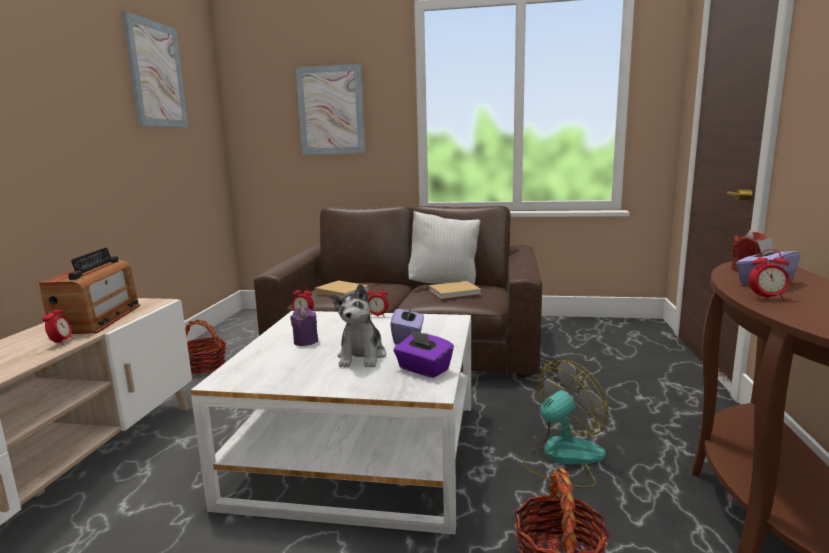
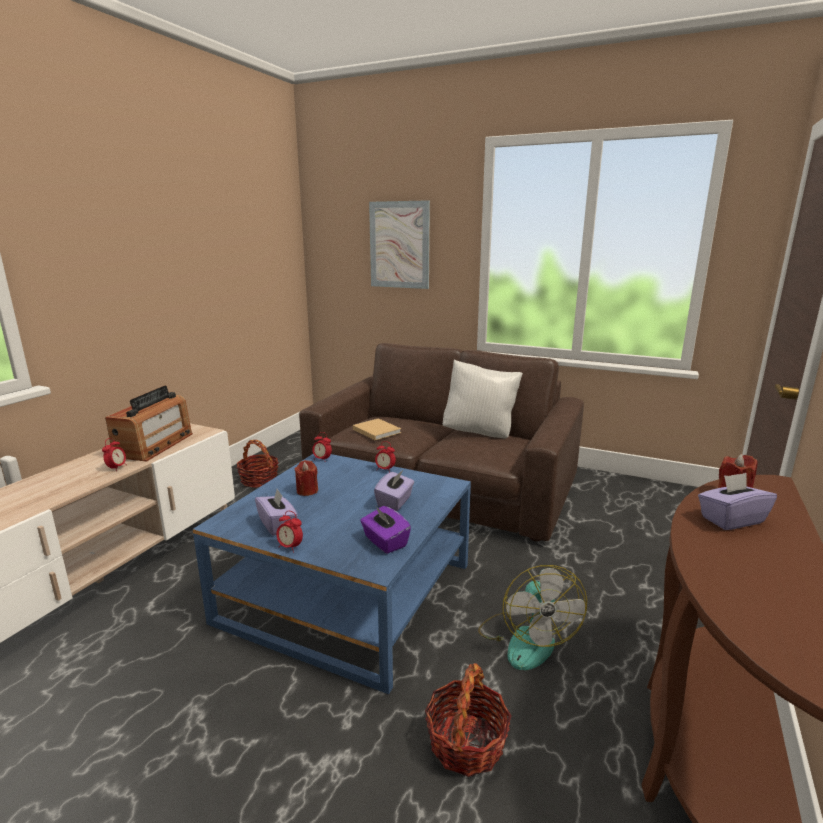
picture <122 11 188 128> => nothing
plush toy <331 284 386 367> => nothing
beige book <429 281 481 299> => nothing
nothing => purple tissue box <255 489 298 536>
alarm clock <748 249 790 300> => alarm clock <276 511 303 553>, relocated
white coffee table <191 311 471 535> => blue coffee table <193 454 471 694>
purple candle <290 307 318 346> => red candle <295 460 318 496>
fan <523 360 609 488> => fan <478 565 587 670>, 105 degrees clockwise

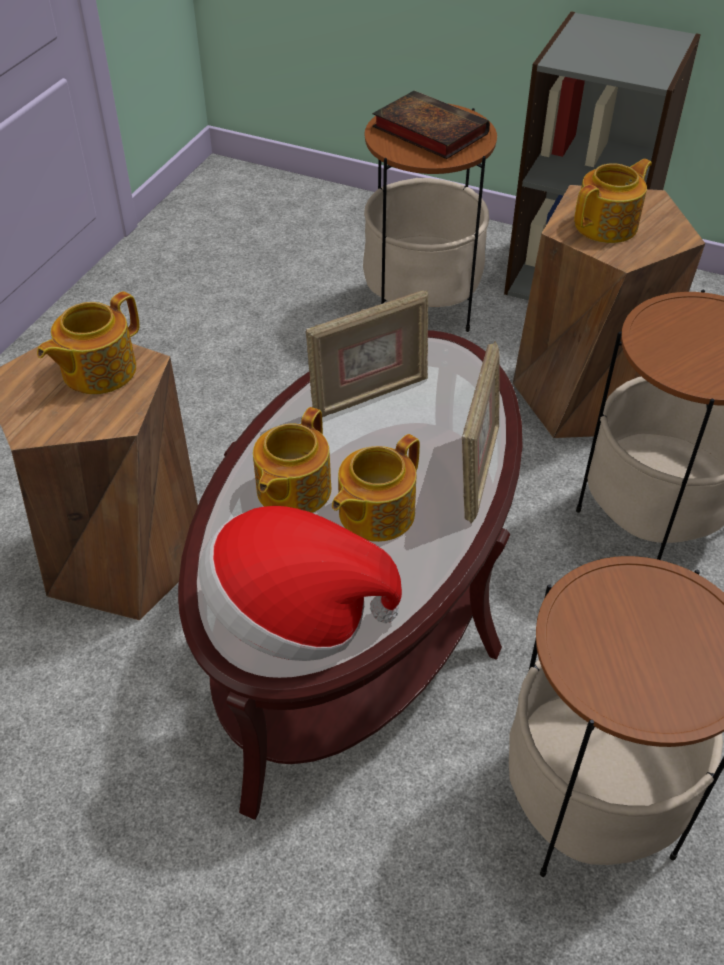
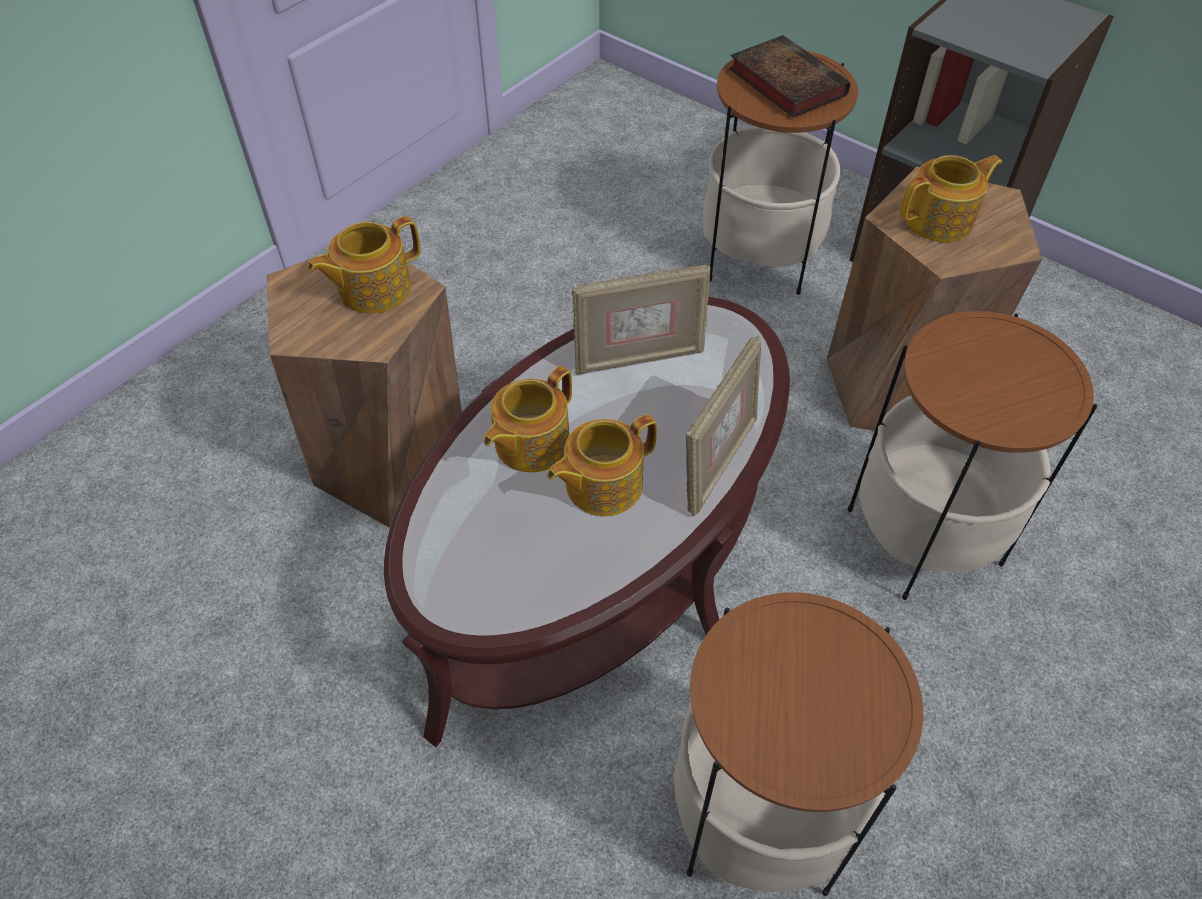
hat <199 506 402 661> => nothing

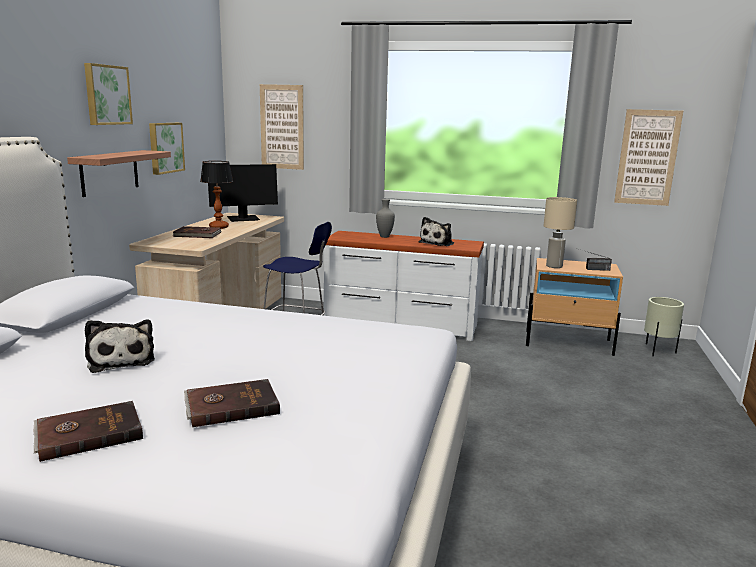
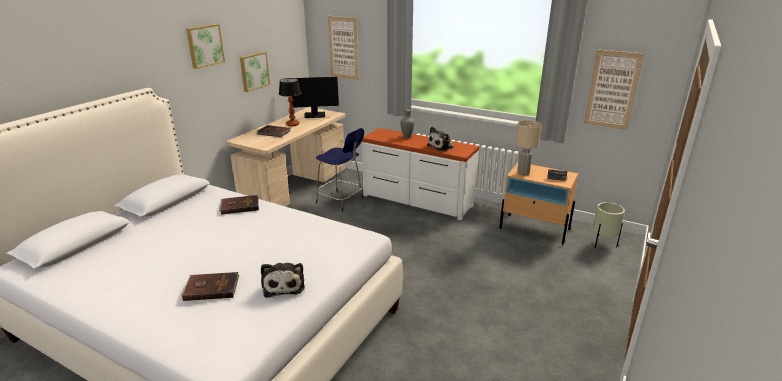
shelf <67 150 171 197> => nothing
brown book <33 401 143 462> => brown book <220 195 259 215>, relocated
plush toy <85 319 155 373> => plush toy <261 263 305 298>, relocated

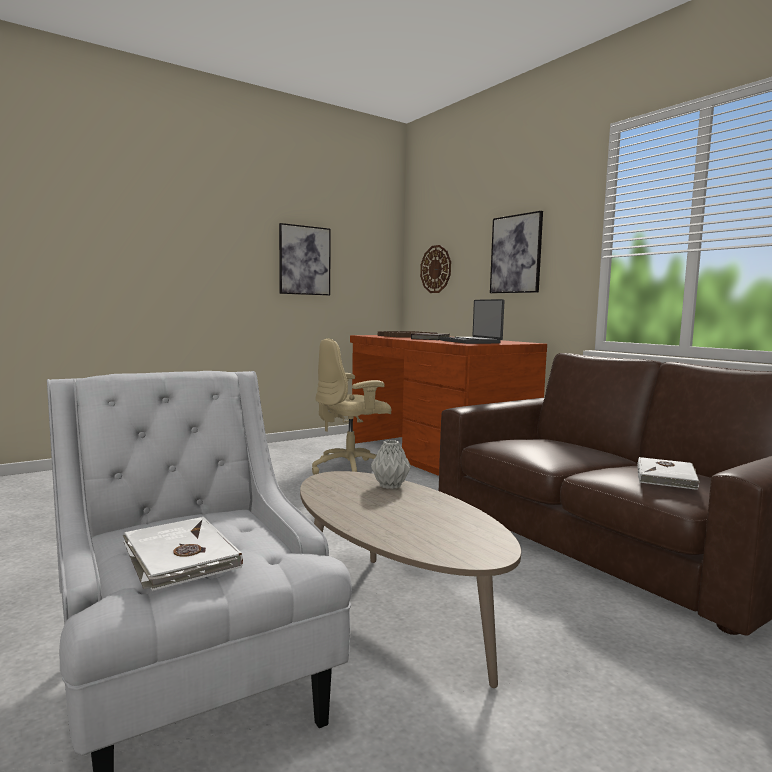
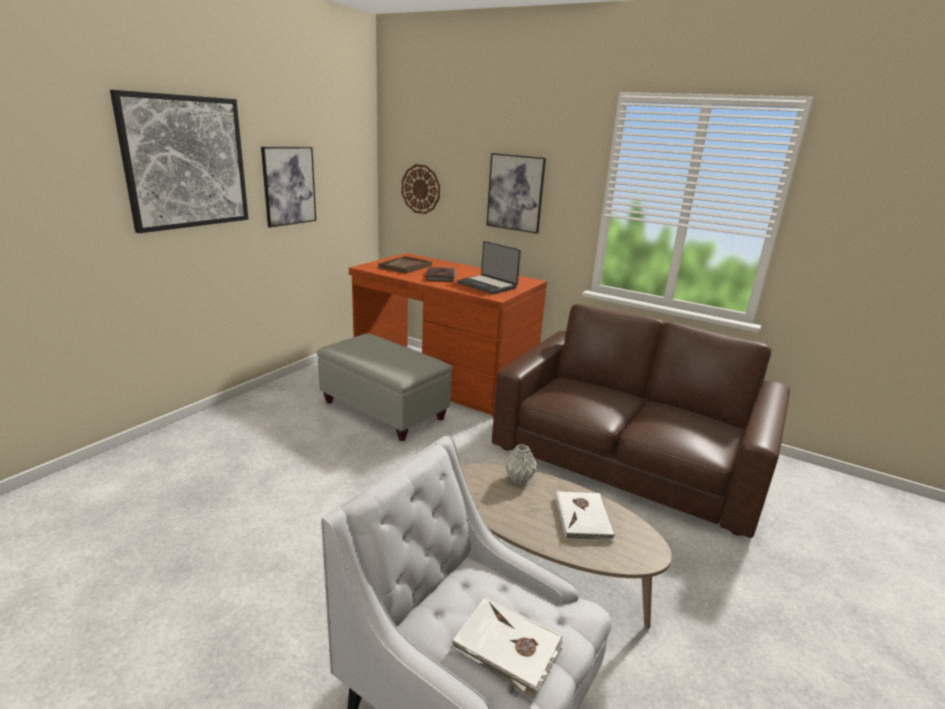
nothing => picture <110 90 248 233>
white book <637 457 700 490> => white book <555 491 615 541>, relocated
beige office chair <312 338 391 475> => grey ottoman <317 333 453 441>

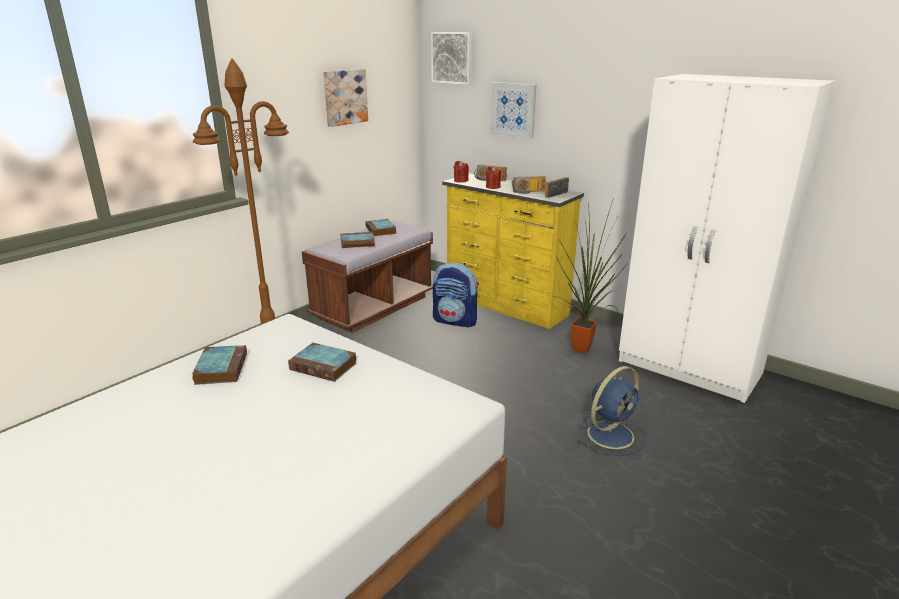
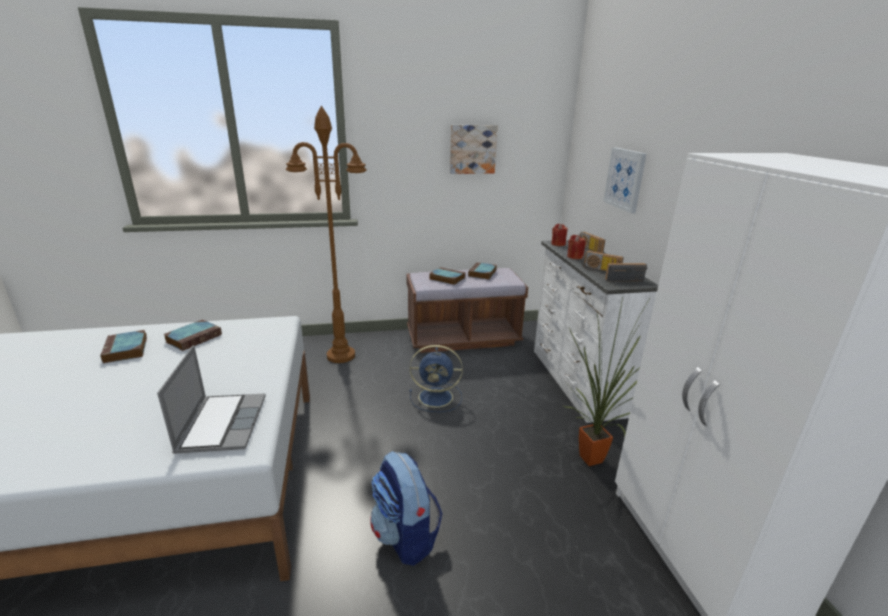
picture <431 32 472 85> => nothing
nothing => laptop <157 345 266 454>
book <288 343 356 382> => book <100 330 147 363>, relocated
backpack <433 263 479 328> => backpack <370 451 443 566>, relocated
blue fan <578 366 646 456> => blue fan <410 345 463 412>, relocated
yellow dresser <442 173 584 329> => white dresser <534 240 658 423>

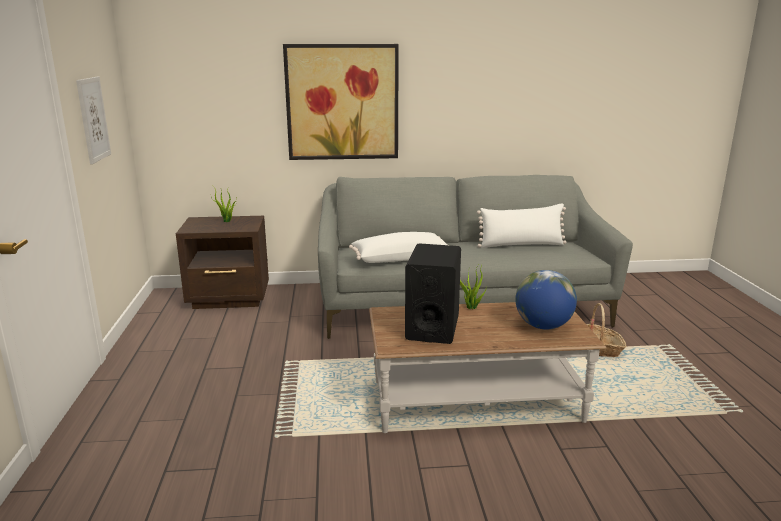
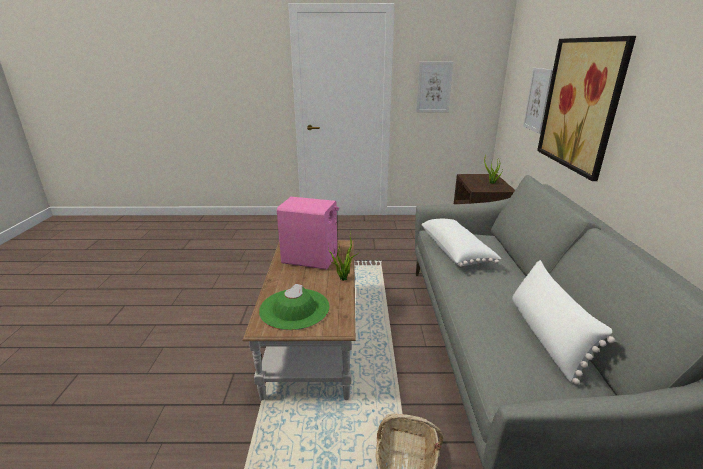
nothing => picture <523 68 553 134>
globe <515 270 577 330> => green hat <259 284 330 330>
black speaker <405 243 461 344> => pink speaker <277 197 339 270>

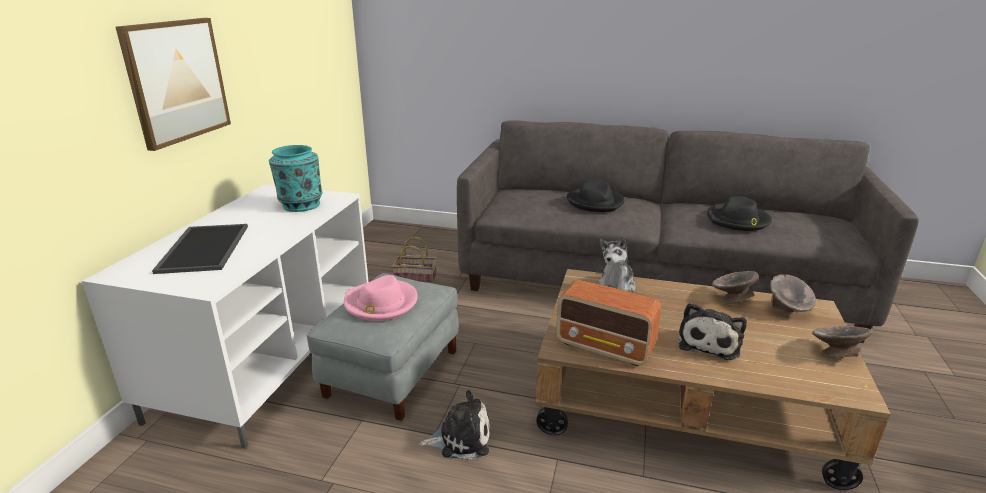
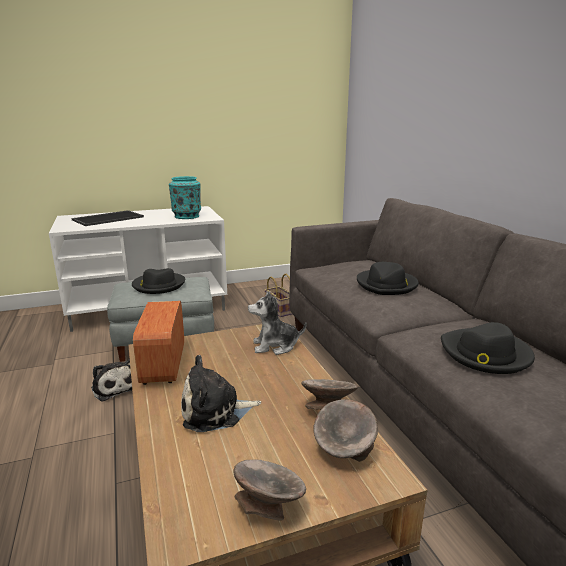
picture <116 18 231 151> => nothing
pink hat <344 275 417 321> => black hat <132 268 185 294>

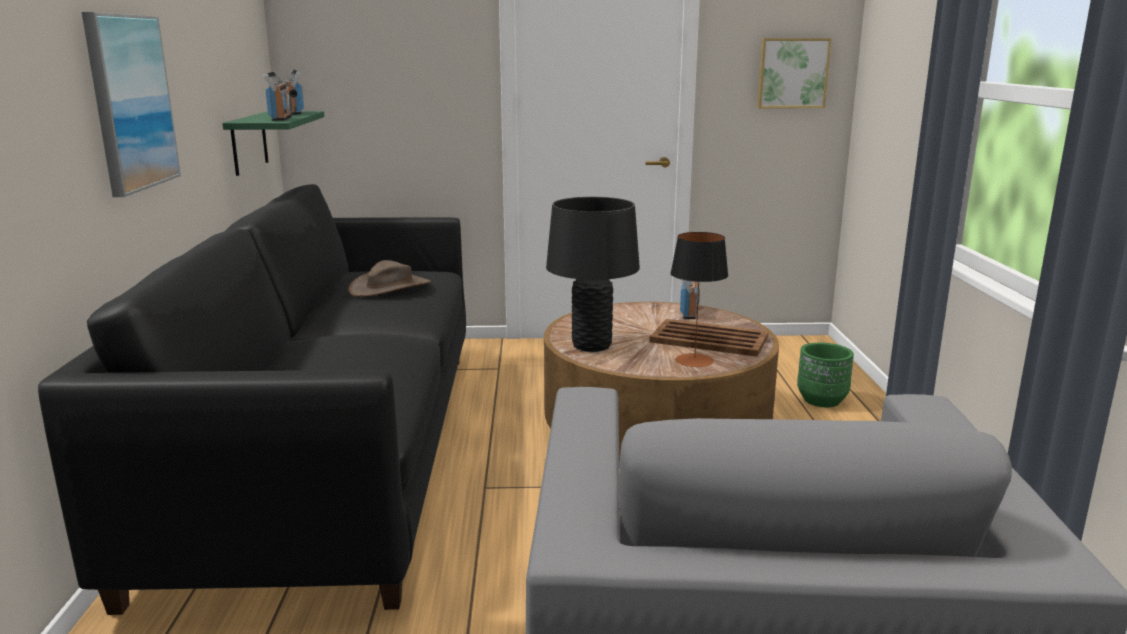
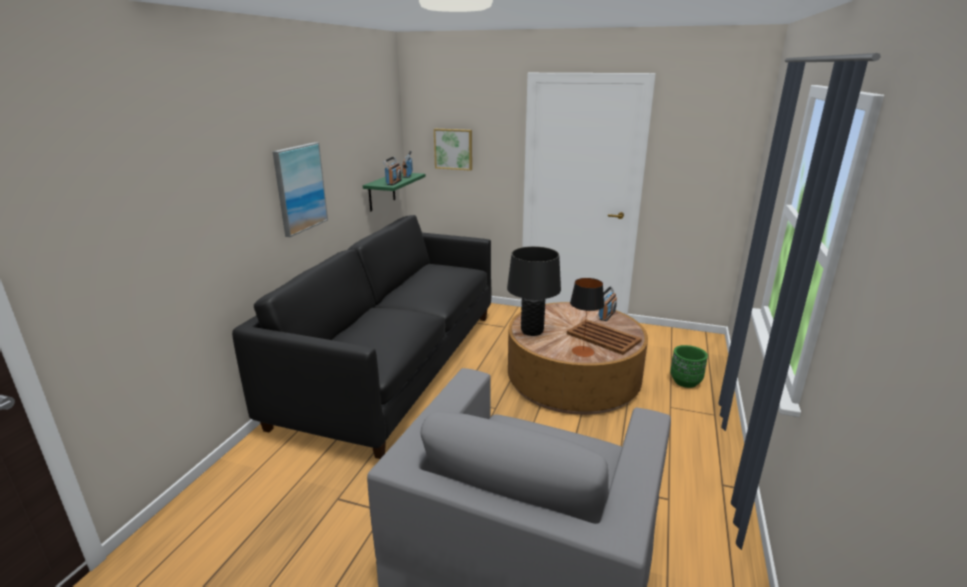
brown hat <348 260 431 297> => nothing
picture <757 38 832 108> => picture <434 129 472 171>, relocated

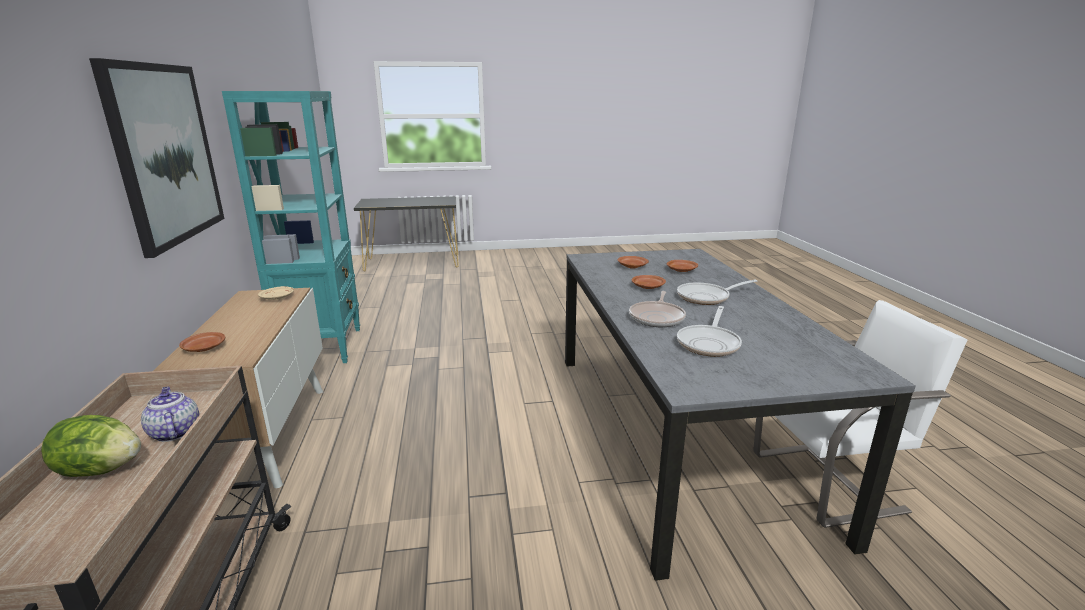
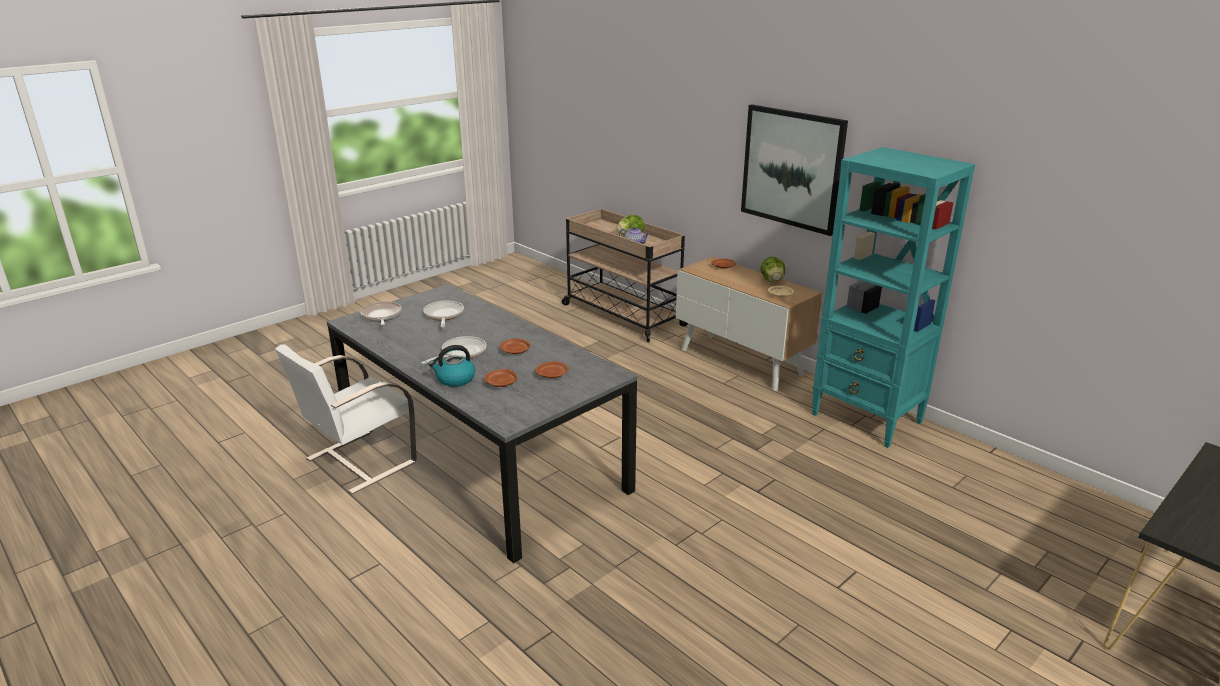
nothing => kettle <429 345 475 387>
nothing => lettuce <760 256 785 282>
frying pan <629 291 686 327> => frying pan <360 302 402 325>, relocated

